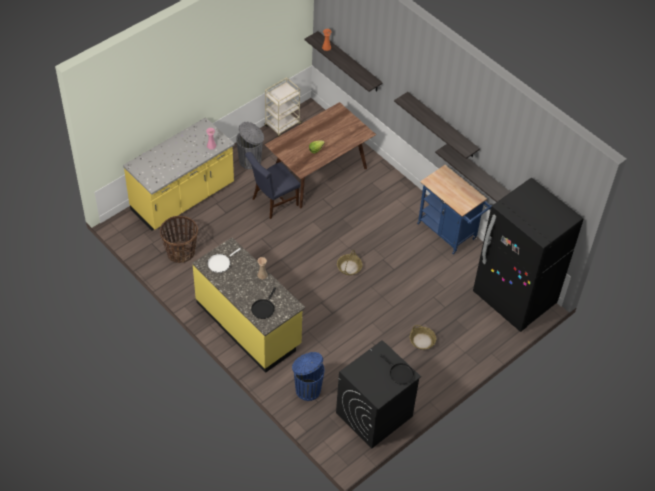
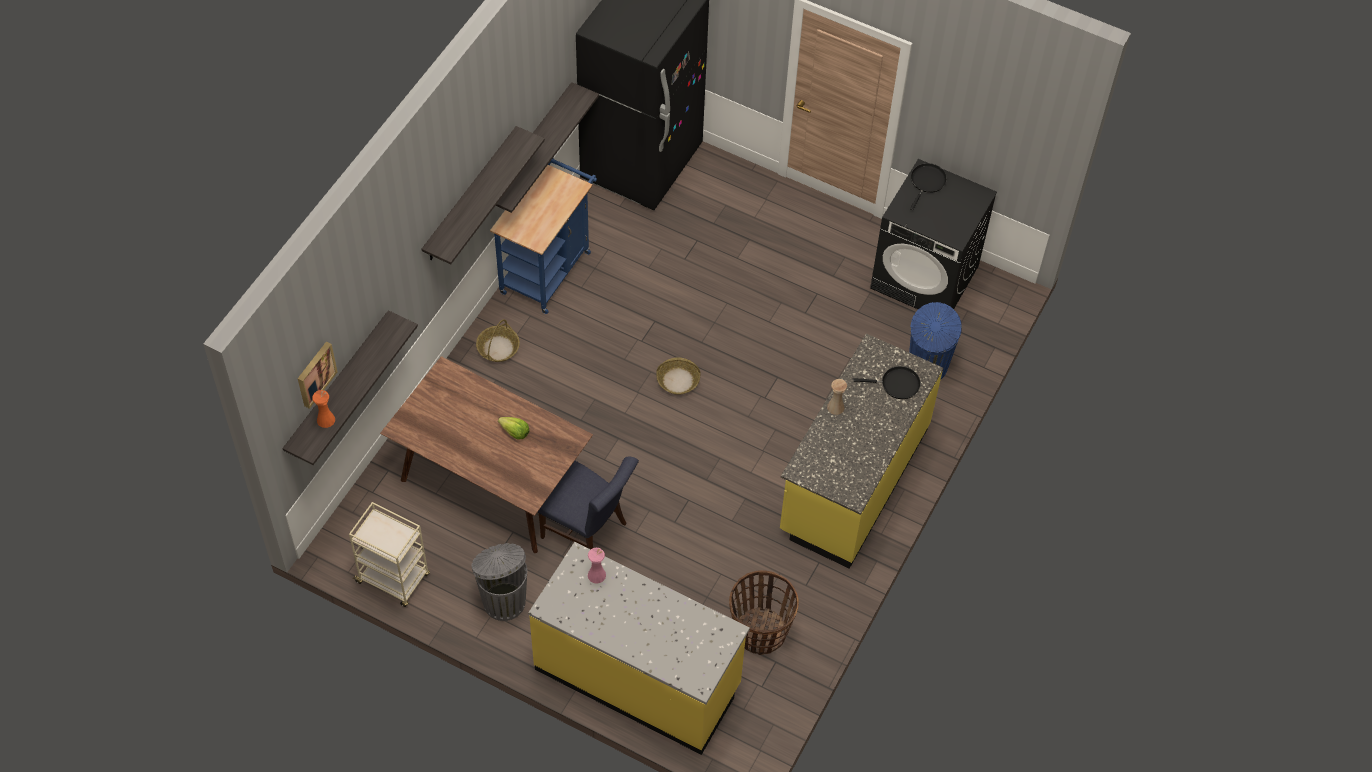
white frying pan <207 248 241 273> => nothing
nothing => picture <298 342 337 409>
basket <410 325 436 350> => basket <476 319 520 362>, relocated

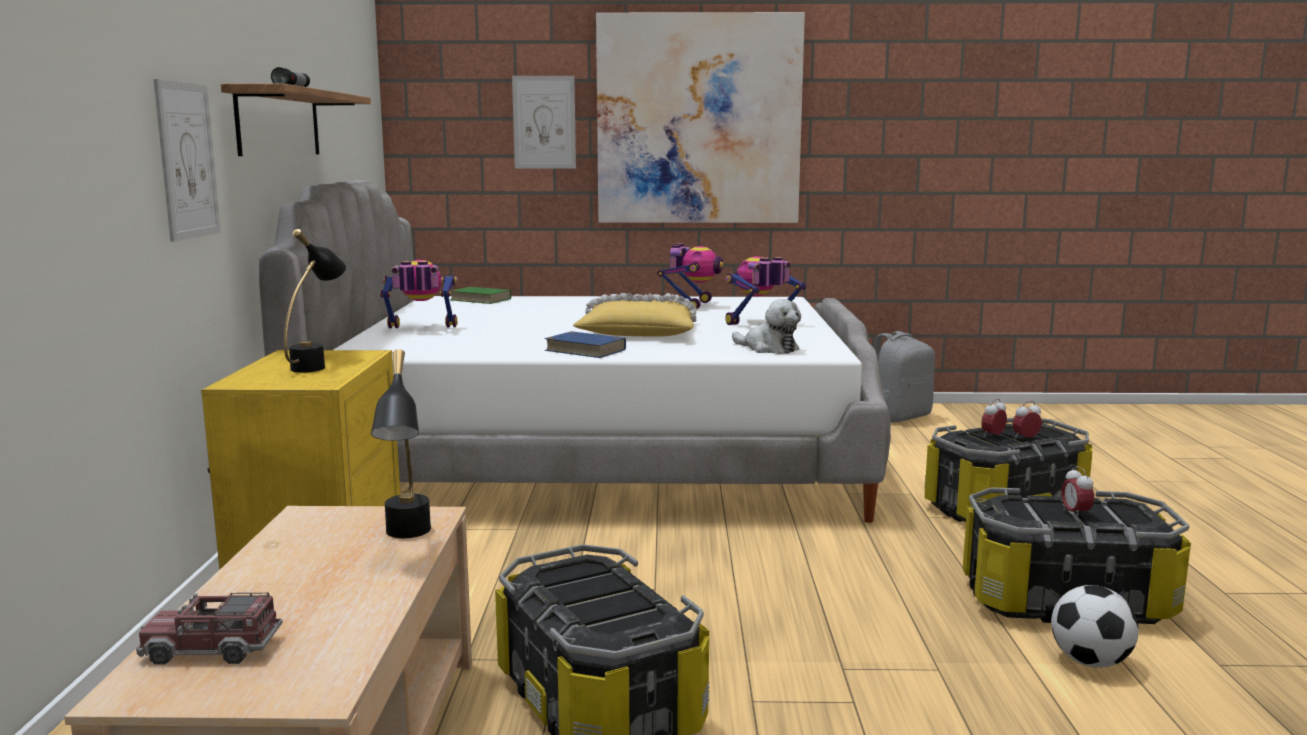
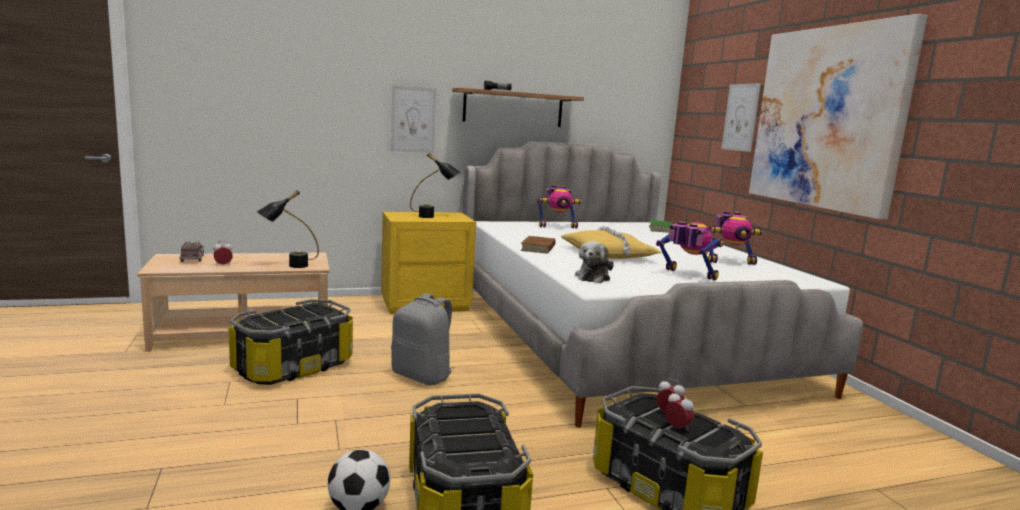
grey backpack <873 331 935 423> => grey backpack <391 293 454 385>, relocated
alarm clock <1061 466 1094 519> => alarm clock <213 241 233 265>, relocated
blue book <544 331 626 358> => brown book <520 236 556 254>
toy robot <380 260 458 328> => toy robot <537 186 581 228>, 105 degrees clockwise

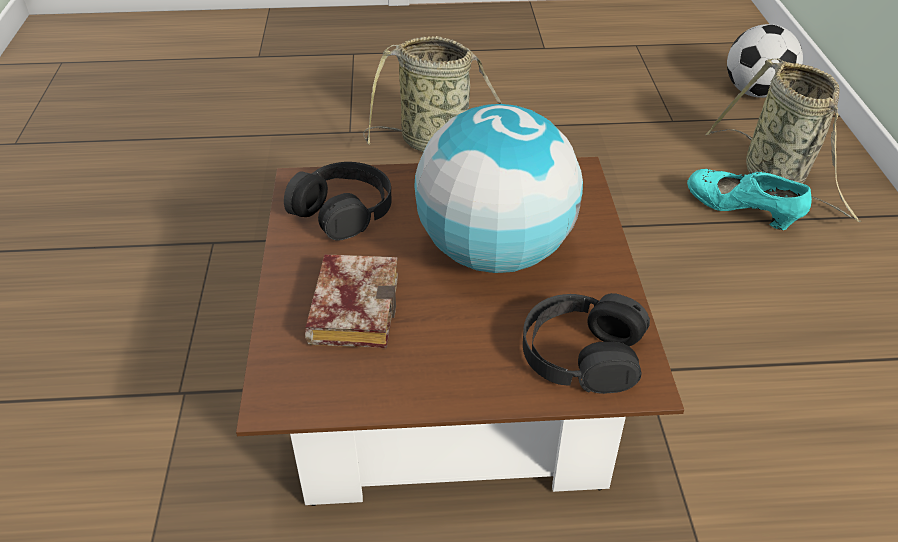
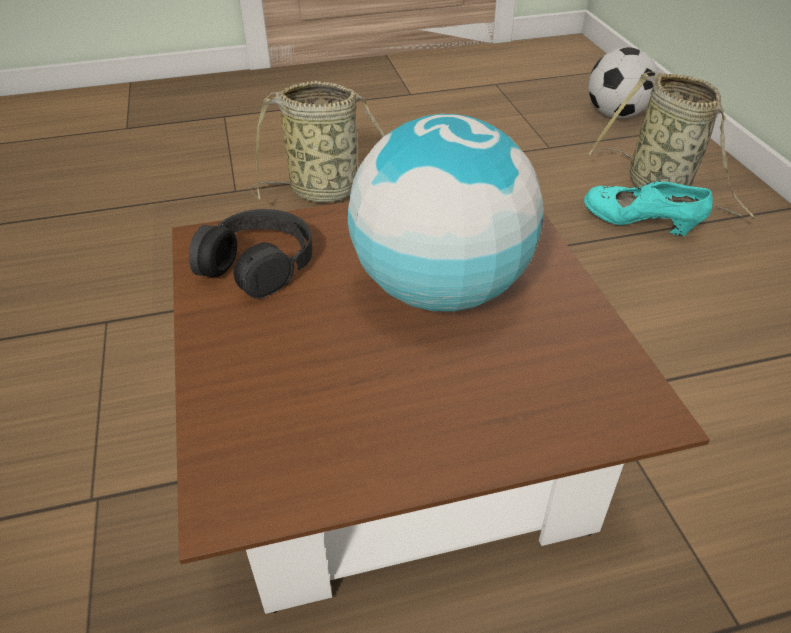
book <305 254 398 348> => nothing
black headphones <523 293 650 394> => nothing

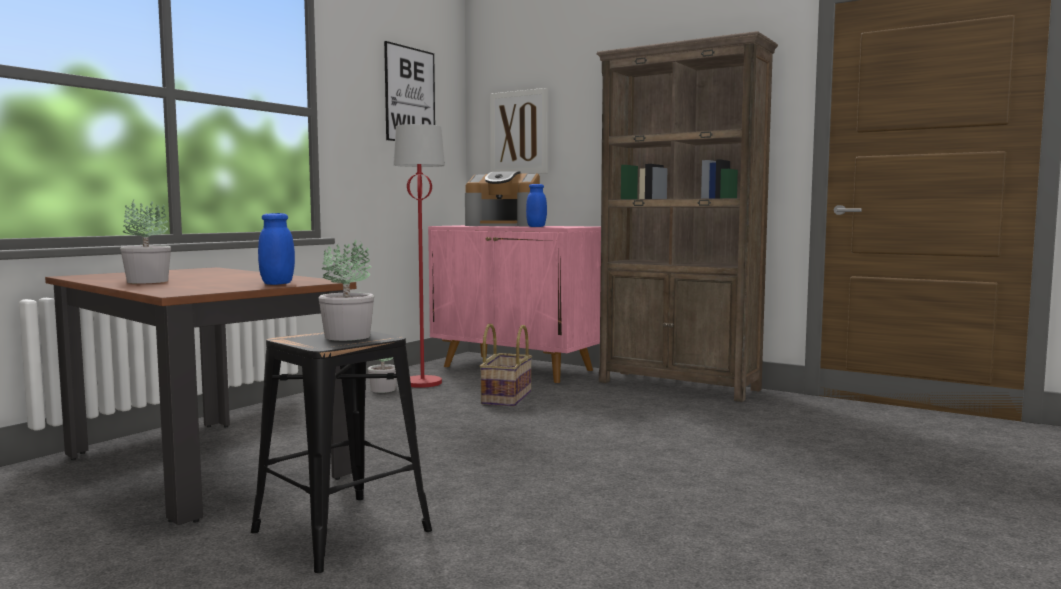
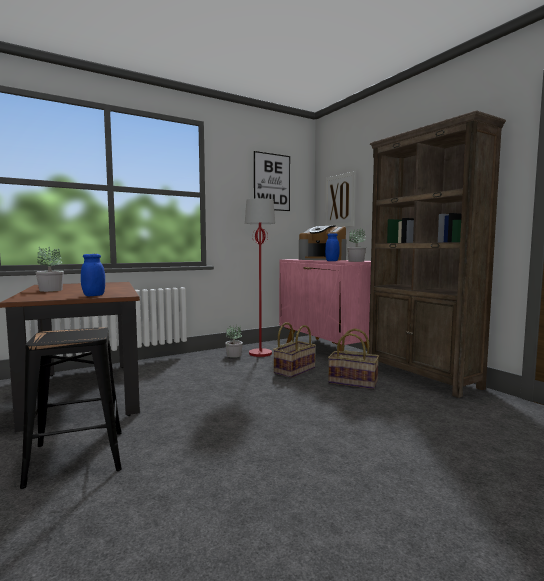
nothing => basket <328 328 379 389>
potted plant <318 240 374 341> => potted plant <347 227 366 262>, relocated

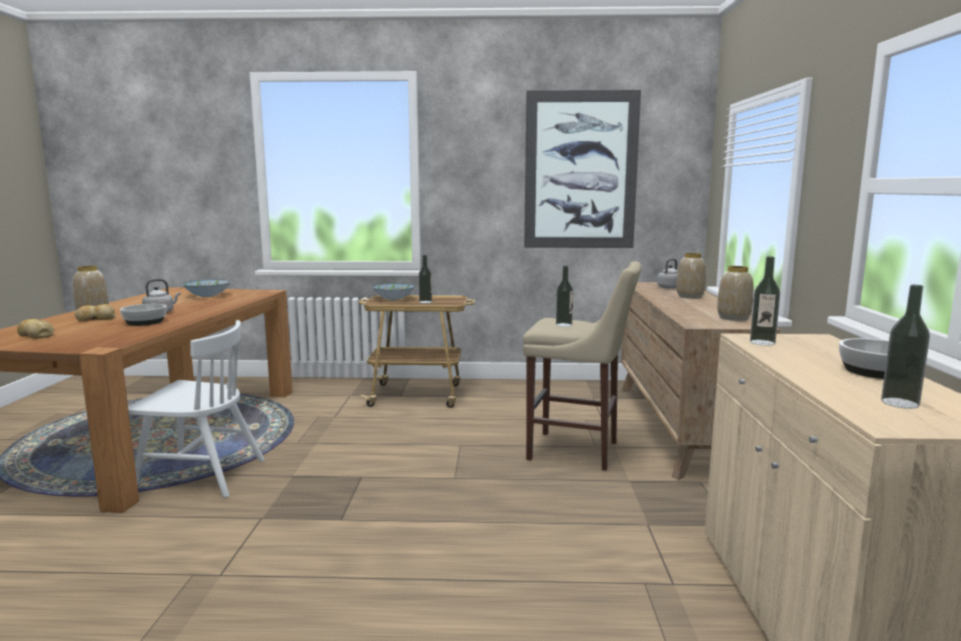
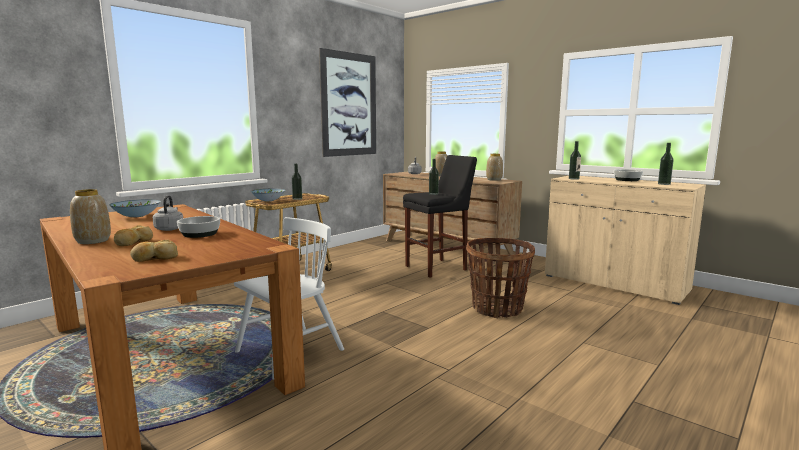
nothing => basket <466 238 535 318>
beige stool <523 261 642 471> => black stool <403 155 477 278>

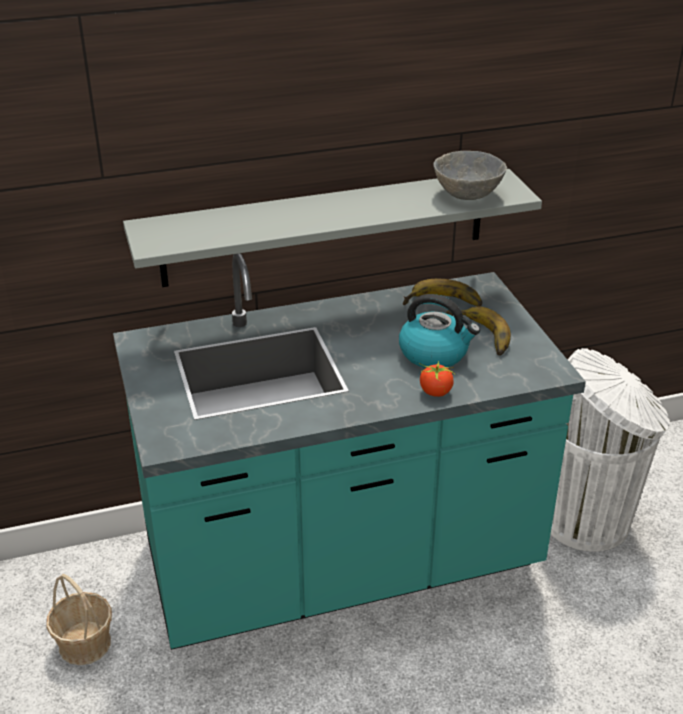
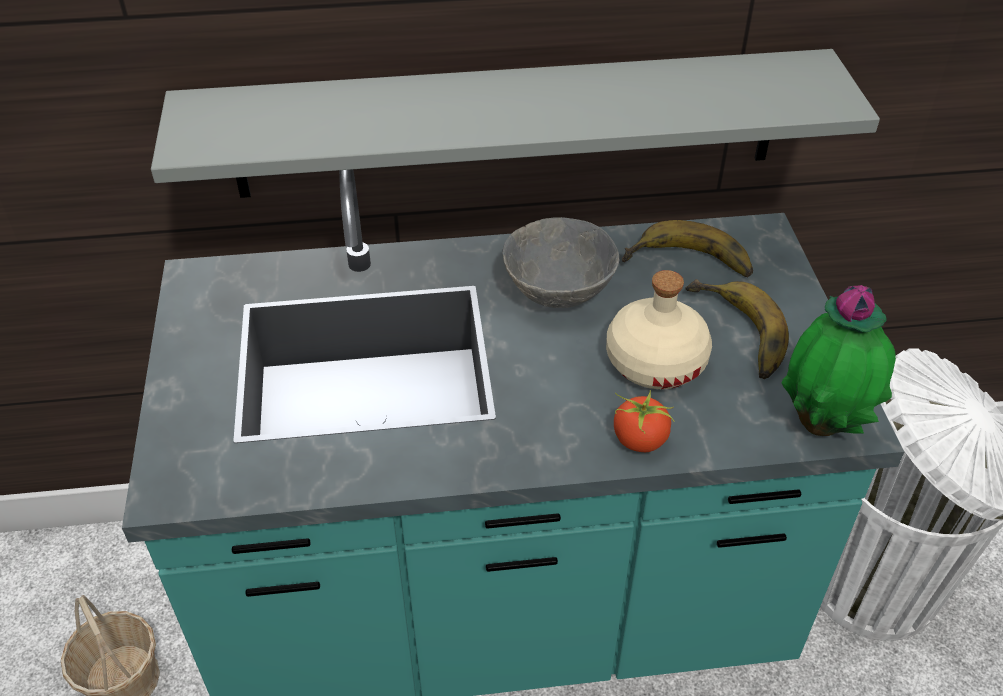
nothing => potted plant <781 285 896 436>
grey bowl <433 151 507 200> => grey bowl <503 217 619 308>, relocated
kettle <399 294 480 368> => beige bottle <606 270 712 389>

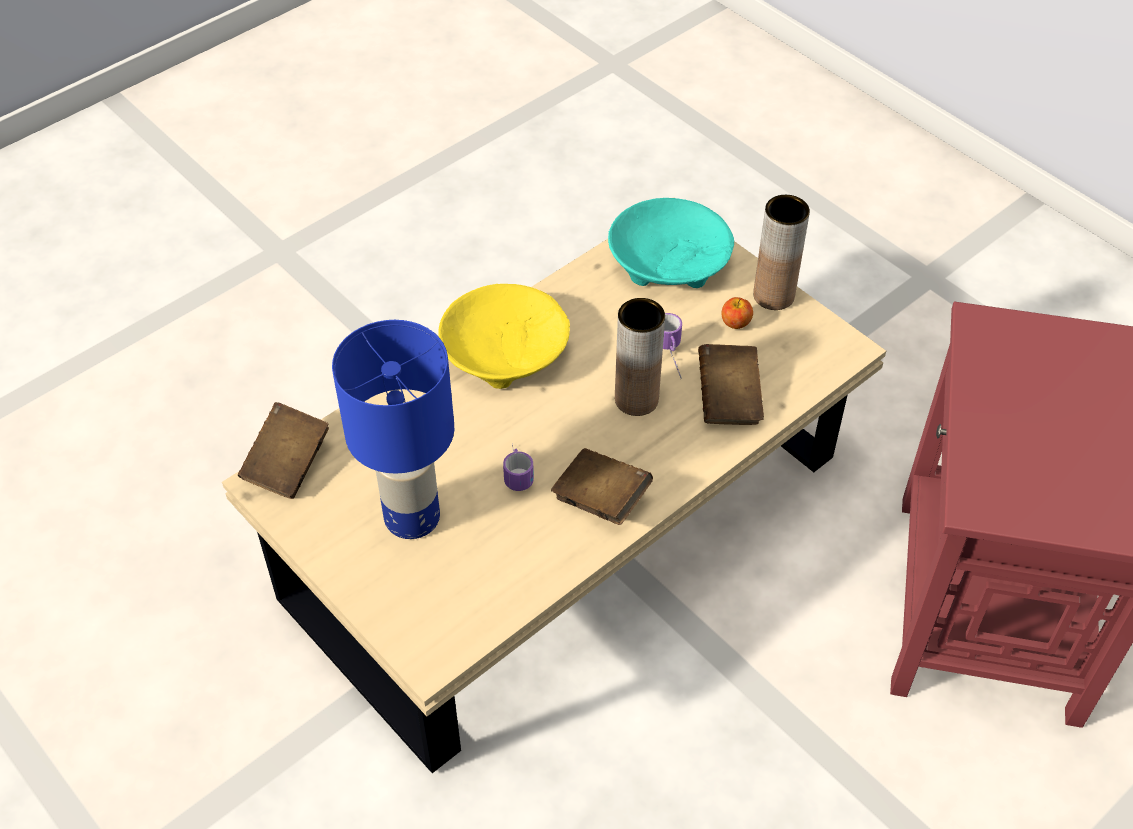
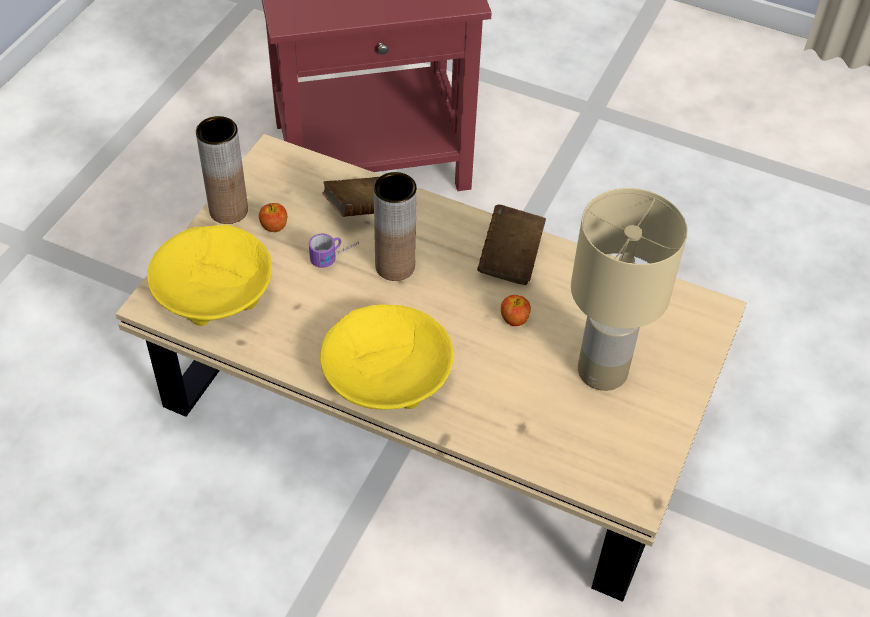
brown book <238 402 329 499> => nothing
mug <503 443 534 491> => apple <501 295 531 326>
blue table lamp <332 320 454 539> => beige table lamp <571 188 688 391>
turquoise bowl <608 198 734 288> => yellow bowl <147 225 272 326>

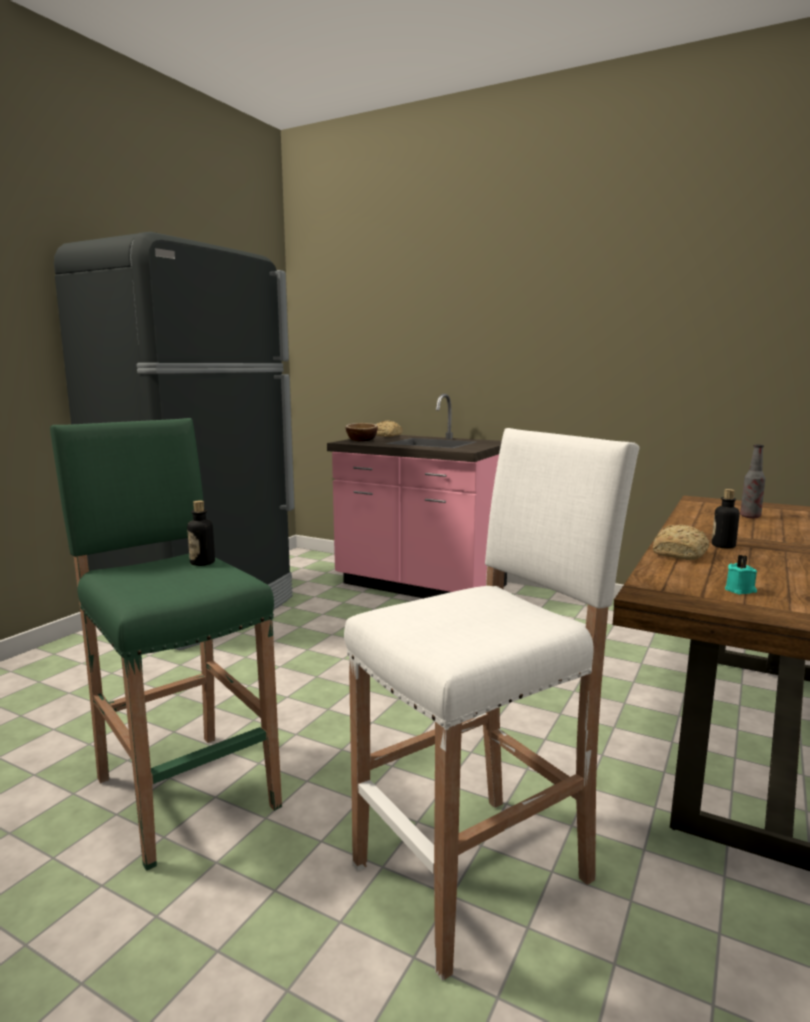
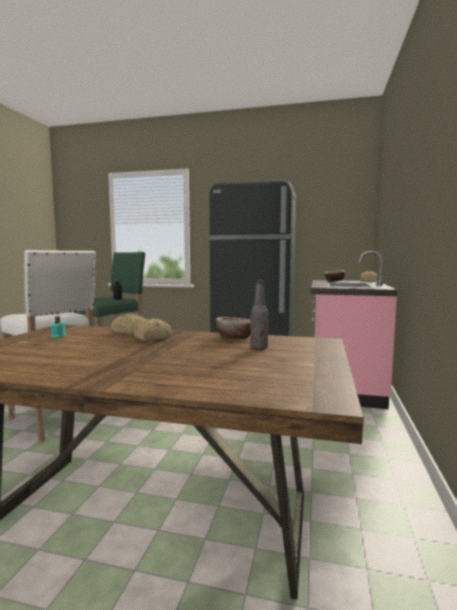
nothing => bowl <216 317 251 339>
bottle <712 489 740 549> => bread <134 318 172 341>

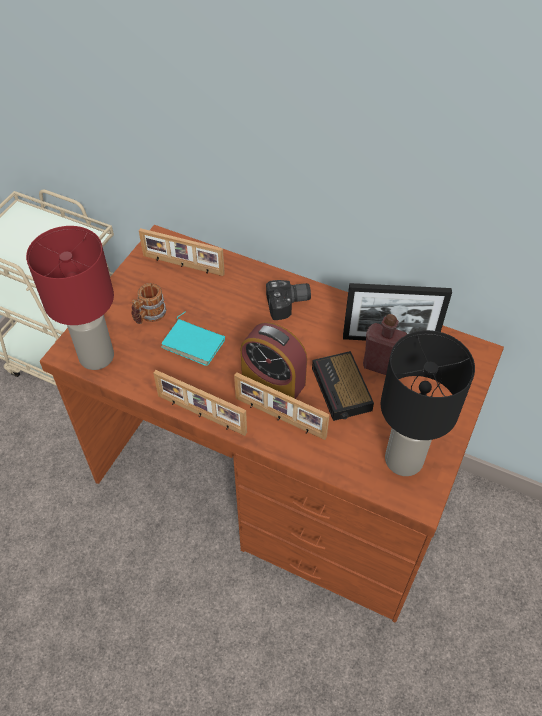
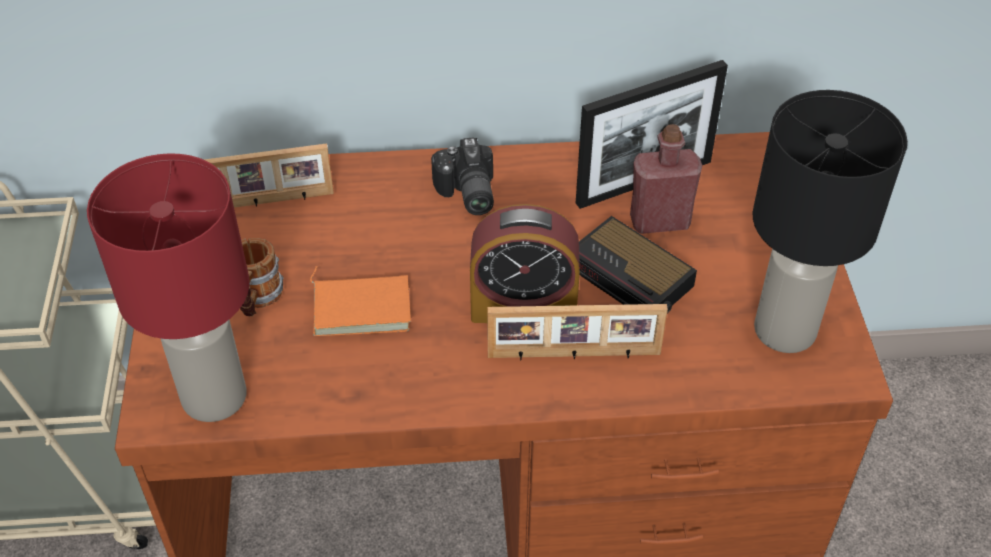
picture frame <153 370 247 436> => nothing
turquoise book <161 311 225 366> => orange book <310 266 411 336>
photo camera <266 280 311 320> => photo camera <431 137 494 215>, 120 degrees clockwise

